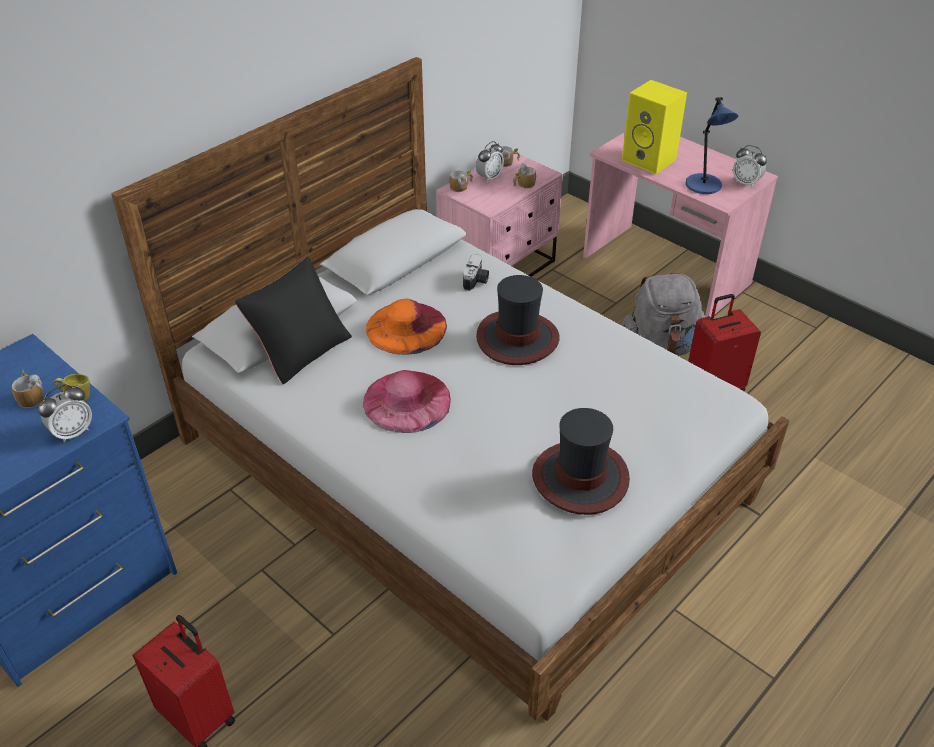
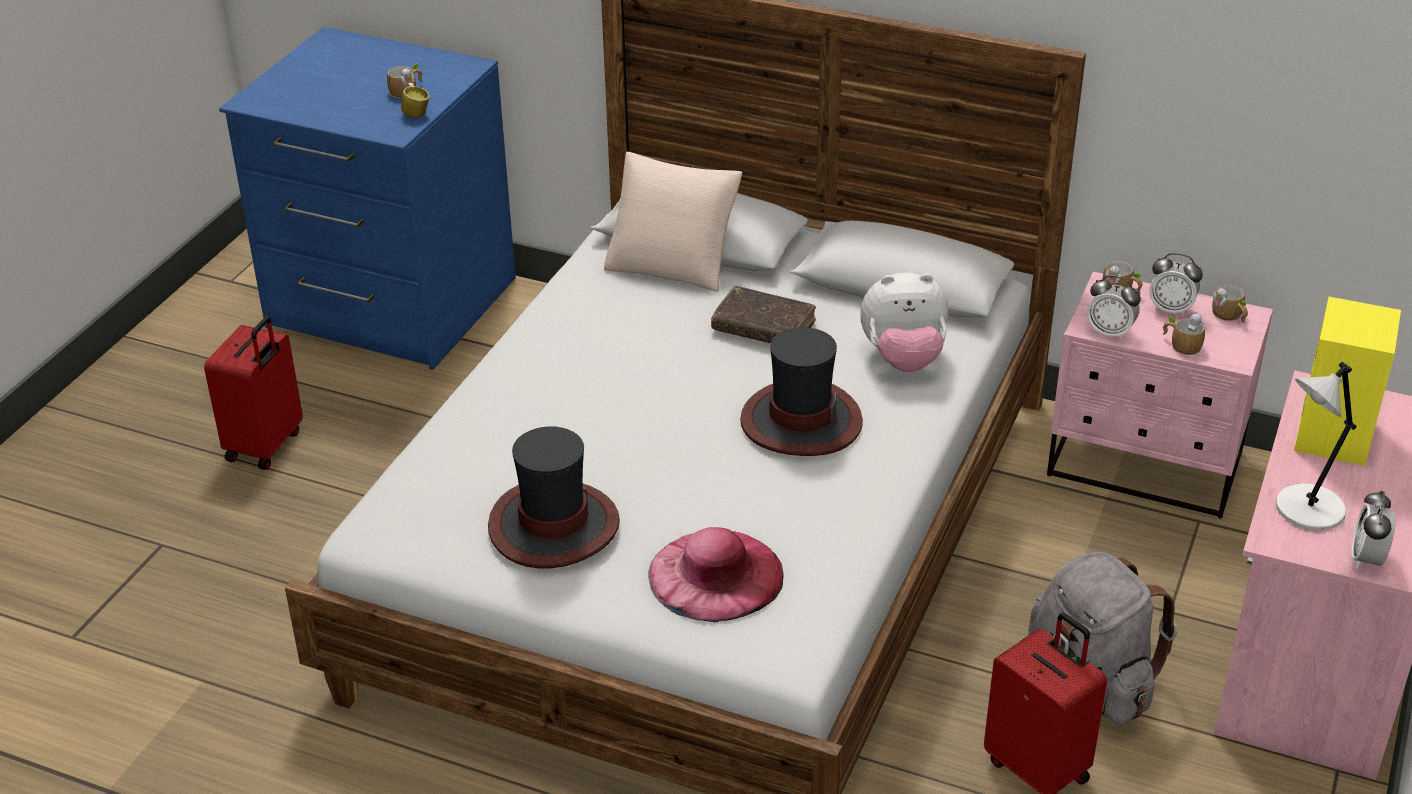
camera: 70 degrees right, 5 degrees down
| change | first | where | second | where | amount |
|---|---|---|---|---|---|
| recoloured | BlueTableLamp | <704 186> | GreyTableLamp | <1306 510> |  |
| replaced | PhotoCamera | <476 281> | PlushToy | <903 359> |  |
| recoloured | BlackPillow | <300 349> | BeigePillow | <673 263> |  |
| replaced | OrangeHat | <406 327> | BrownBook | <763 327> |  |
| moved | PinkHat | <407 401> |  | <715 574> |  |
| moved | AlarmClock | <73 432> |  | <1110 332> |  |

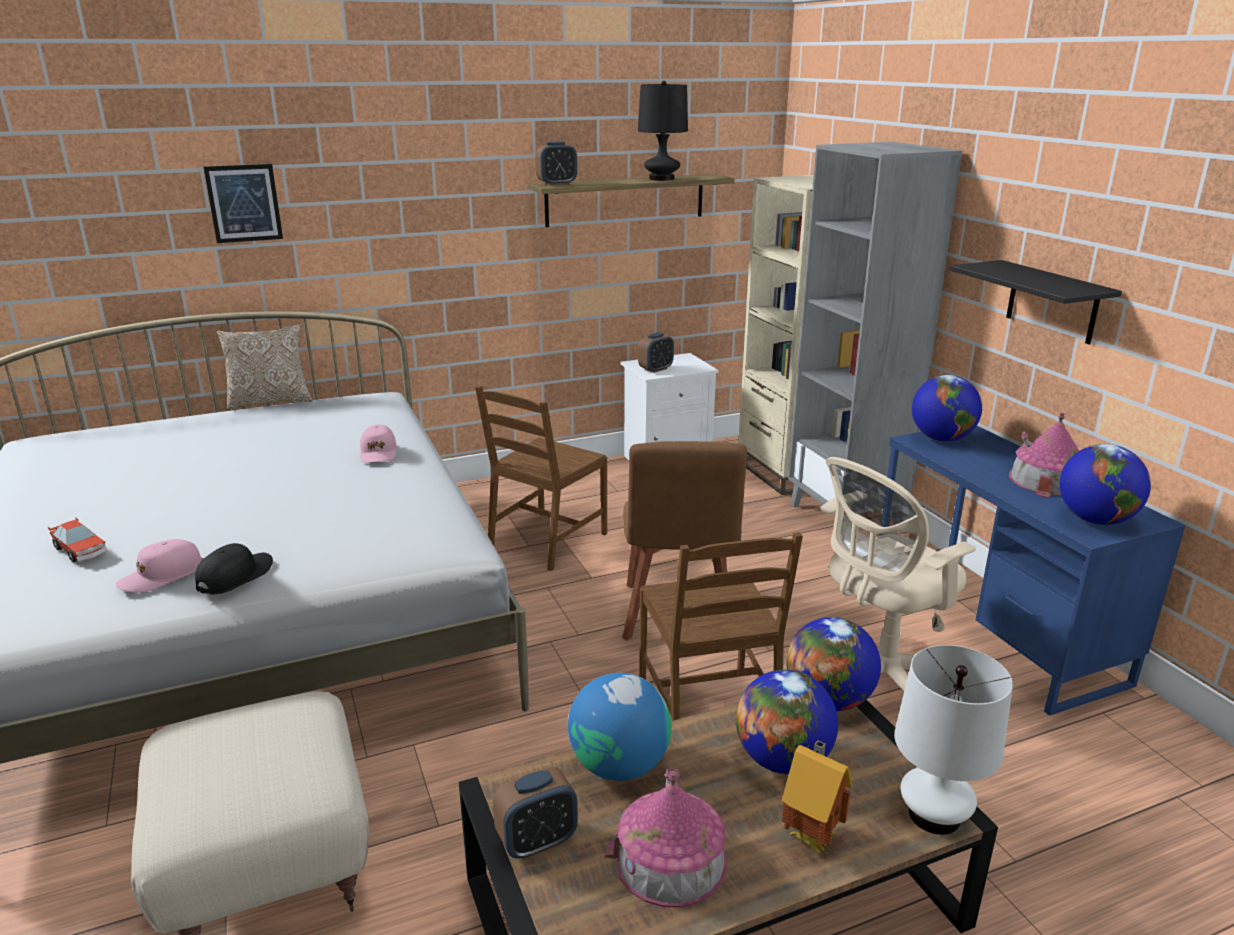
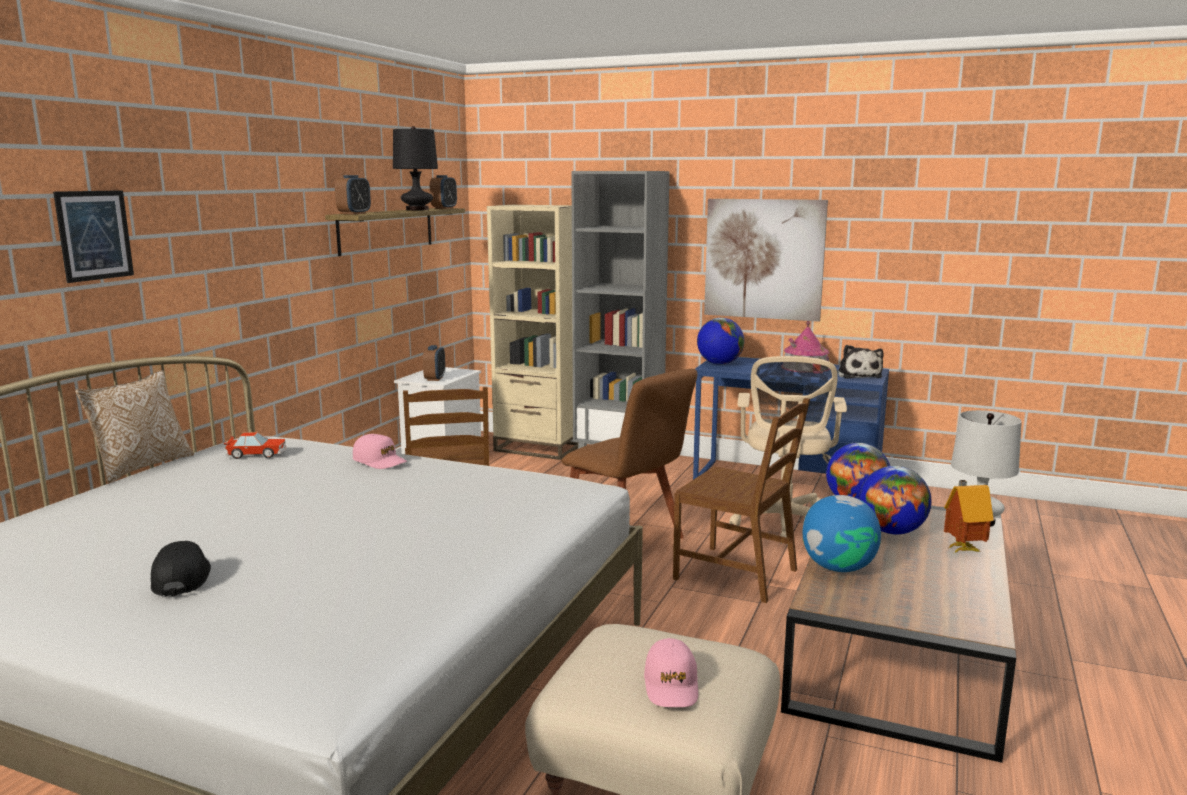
camera: 45 degrees left, 10 degrees down
| change | first | where | second | where | amount |
|---|---|---|---|---|---|
| replaced | BlackShelf | <1052 302> | Picture | <764 259> |  |
| replaced | Globe | <1095 520> | PlushToy | <858 375> |  |
| moved | ToyCar | <81 550> |  | <257 455> |  |
| moved | PinkCap | <161 576> |  | <671 684> |  |
| moved | BlackCap | <235 576> |  | <182 578> |  |
| moved | AlarmClock | <537 842> |  | <444 208> |  |
| removed | ToyHouse | <670 859> |  |  |  |

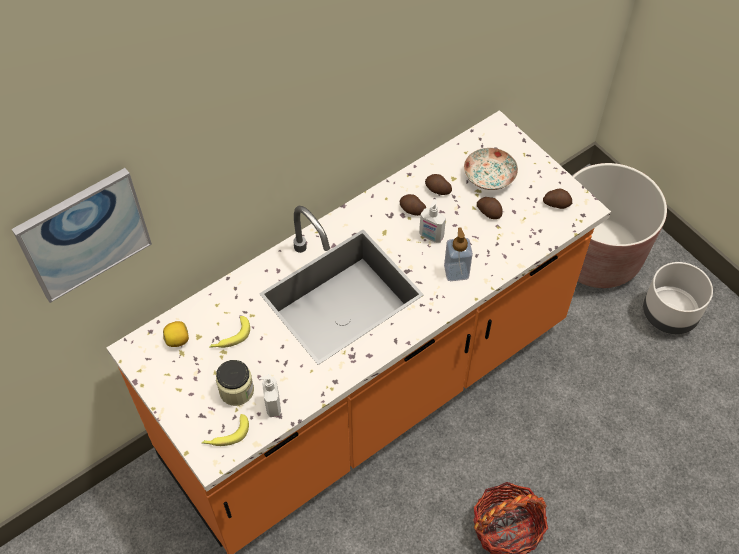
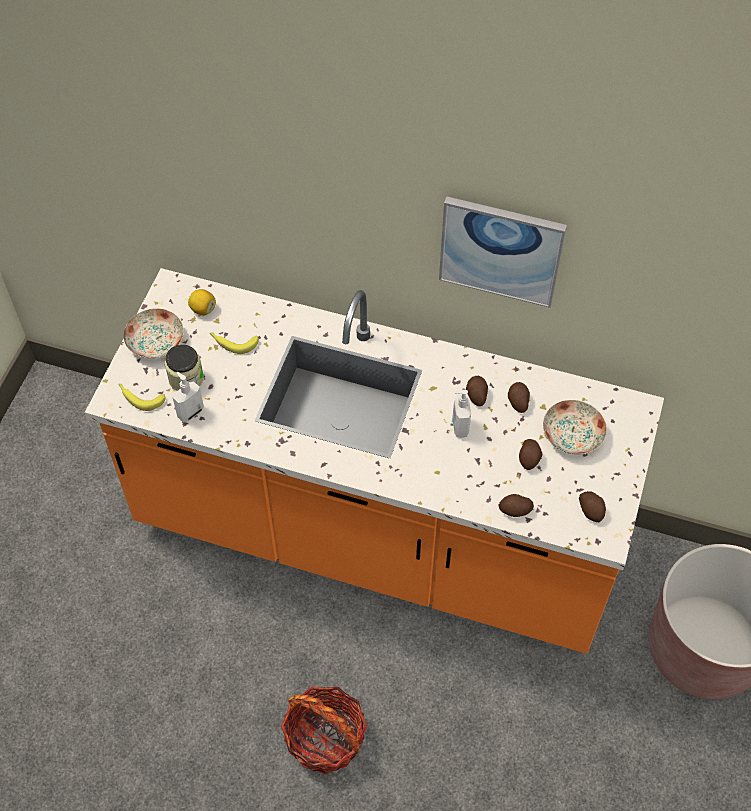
camera: 55 degrees right, 0 degrees up
| change | first | where | second | where | amount |
|---|---|---|---|---|---|
| moved | Picture | <84 234> |  | <501 250> |  |
| removed | SoapDispenser | <456 271> |  |  |  |
| removed | GreyPlanter | <670 314> |  |  |  |
| added |  |  | Plate | <155 341> |  |
| added |  |  | Potato | <515 510> |  |

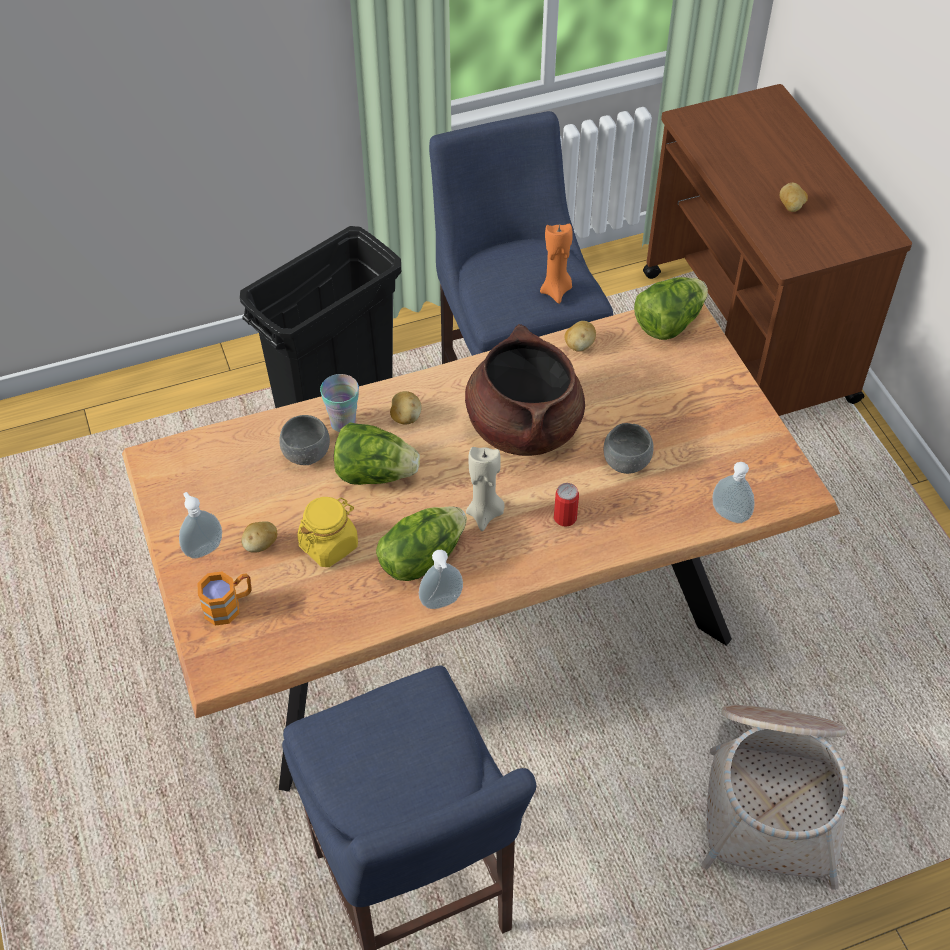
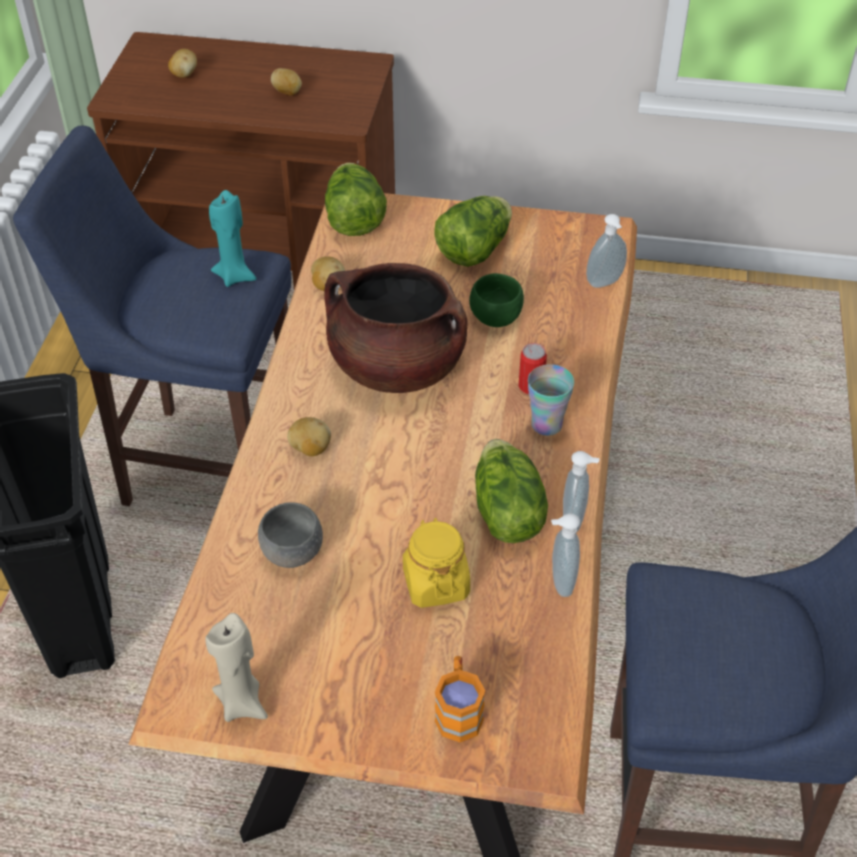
camera: 60 degrees left, 5 degrees down
| change | first | where | second | where | amount |
|---|---|---|---|---|---|
| recoloured | OrangeCandle | <556 291> | TurquoiseCandle | <235 276> |  |
| moved | Cup | <343 423> |  | <546 425> |  |
| moved | Lettuce | <375 473> |  | <474 250> |  |
| recoloured | GreyBowl | <626 461> | GreenBowl | <495 317> |  |
| moved | BeigeCandle | <485 514> |  | <242 703> |  |
| moved | SoapDispenser | <203 548> |  | <560 582> |  |
| moved | Potato | <260 545> |  | <184 74> |  |
| removed | Basket | <773 795> |  |  |  |

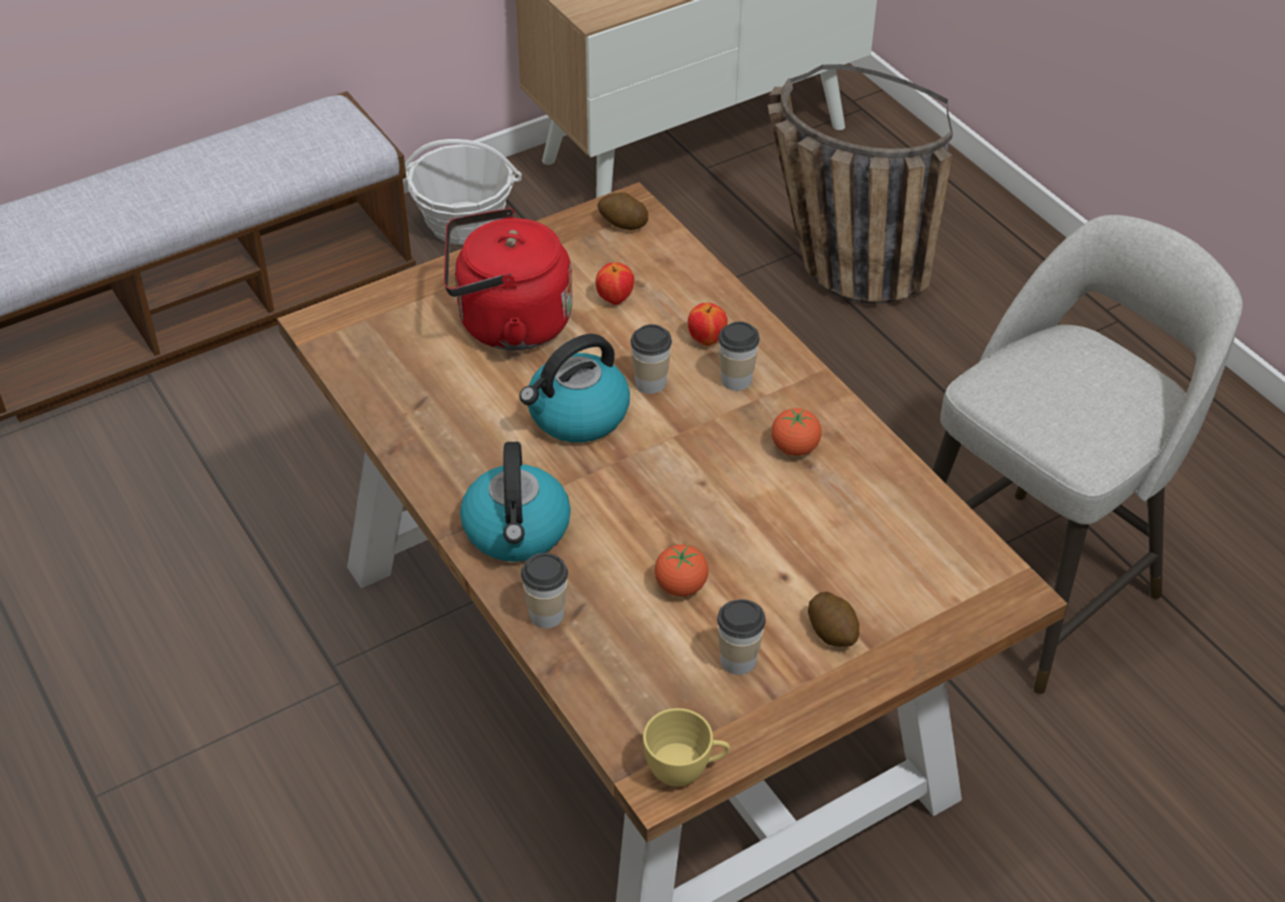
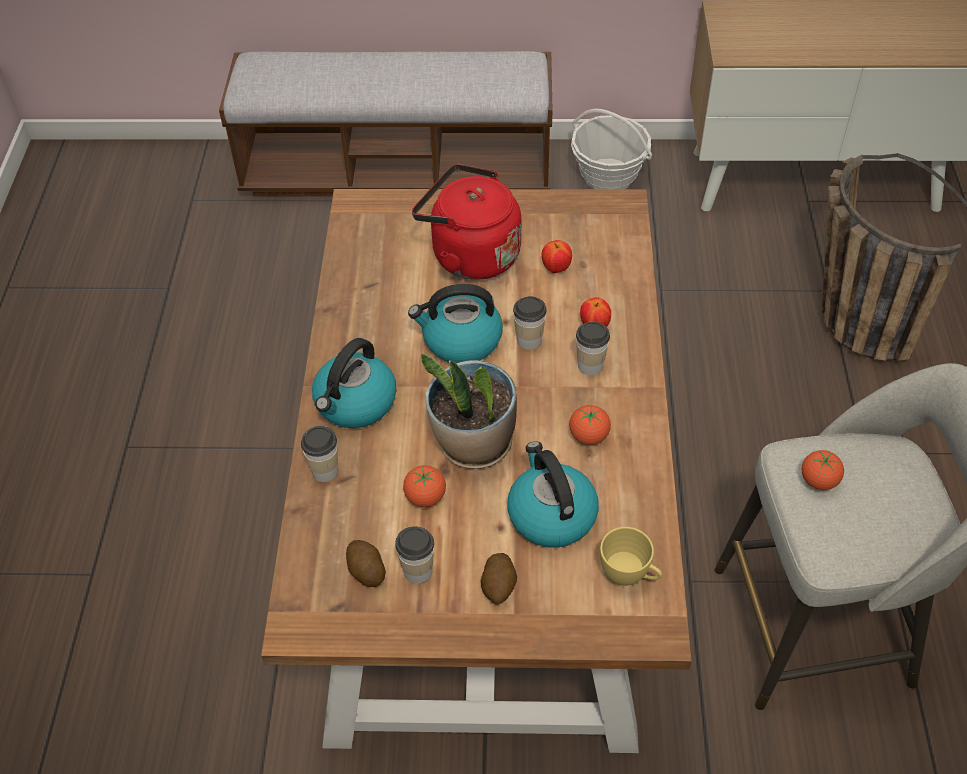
camera: 35 degrees right, 5 degrees up
| change | first | where | second | where | amount |
|---|---|---|---|---|---|
| moved | Potato | <622 223> |  | <366 571> |  |
| moved | YellowCup | <685 770> |  | <629 575> |  |
| added |  |  | PottedPlant | <474 444> |  |
| added |  |  | Kettle | <550 514> |  |
| added |  |  | Tomato | <818 481> |  |

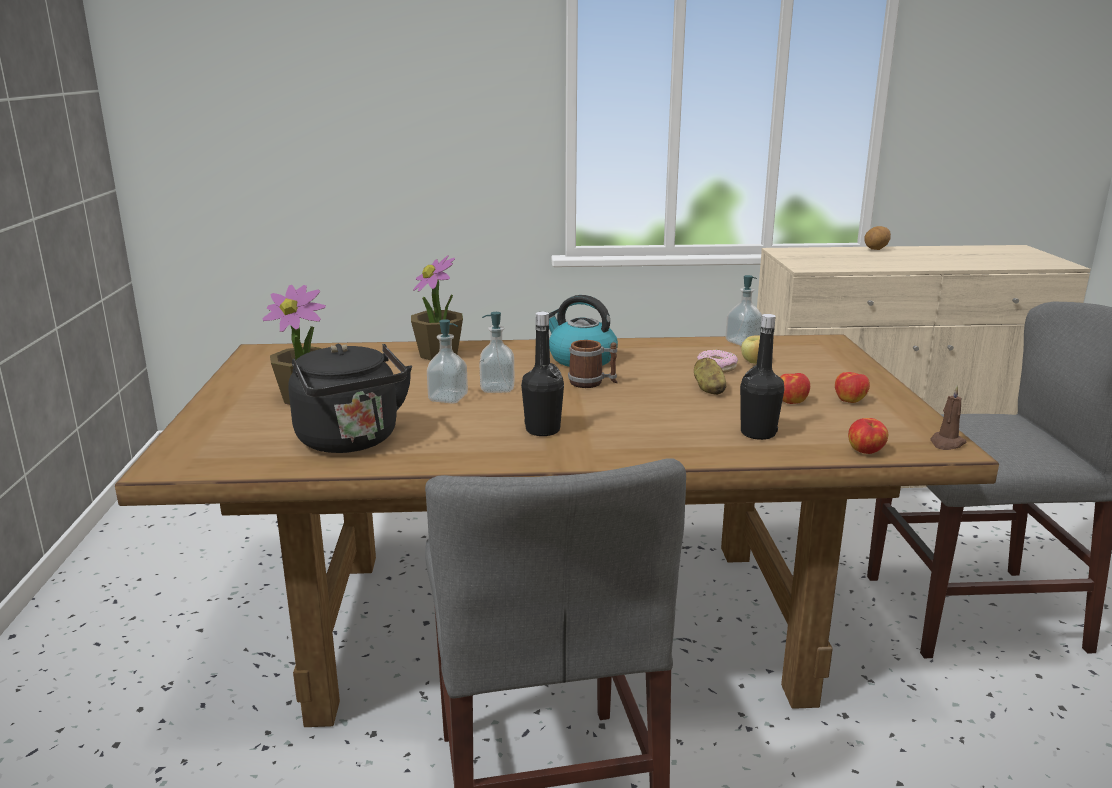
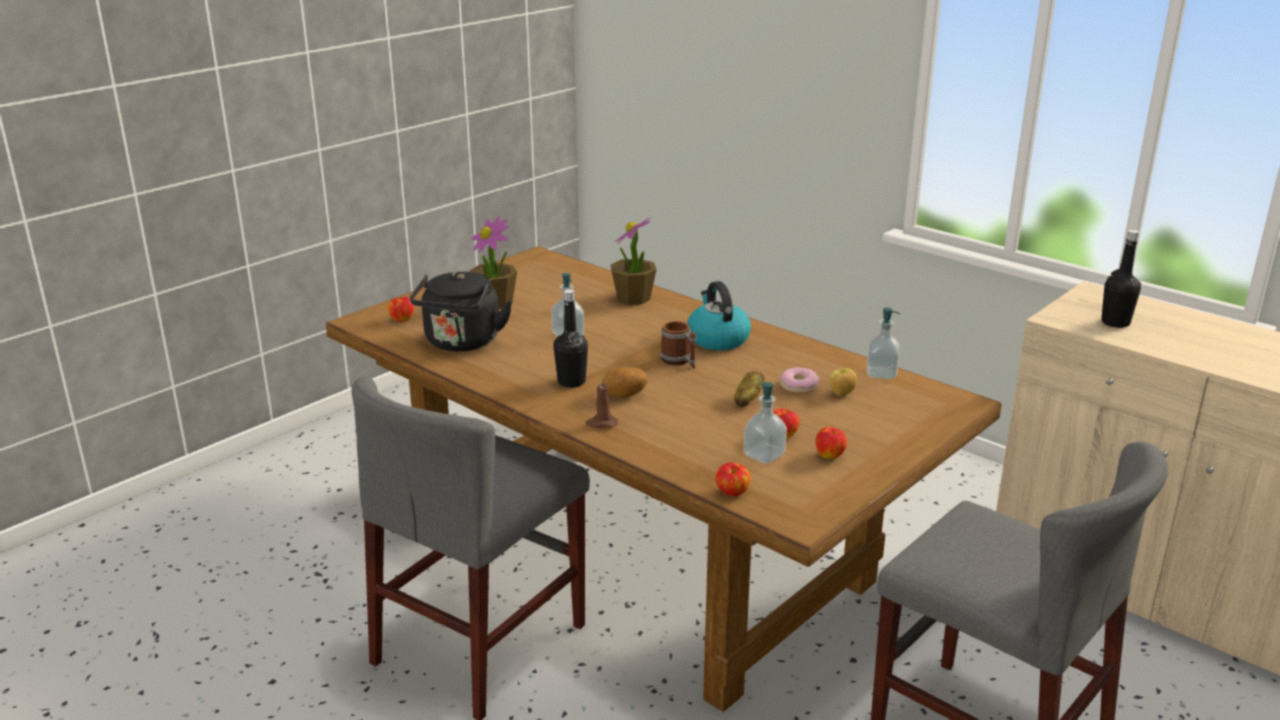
camera: 45 degrees right, 5 degrees up
| change | first | where | second | where | amount |
|---|---|---|---|---|---|
| moved | Potato | <876 249> |  | <625 396> |  |
| moved | SoapDispenser | <497 388> |  | <764 455> |  |
| moved | BlackBottle | <758 433> |  | <1115 322> |  |
| moved | BrownCandle | <946 443> |  | <601 423> |  |
| added |  |  | Apple | <402 319> |  |

